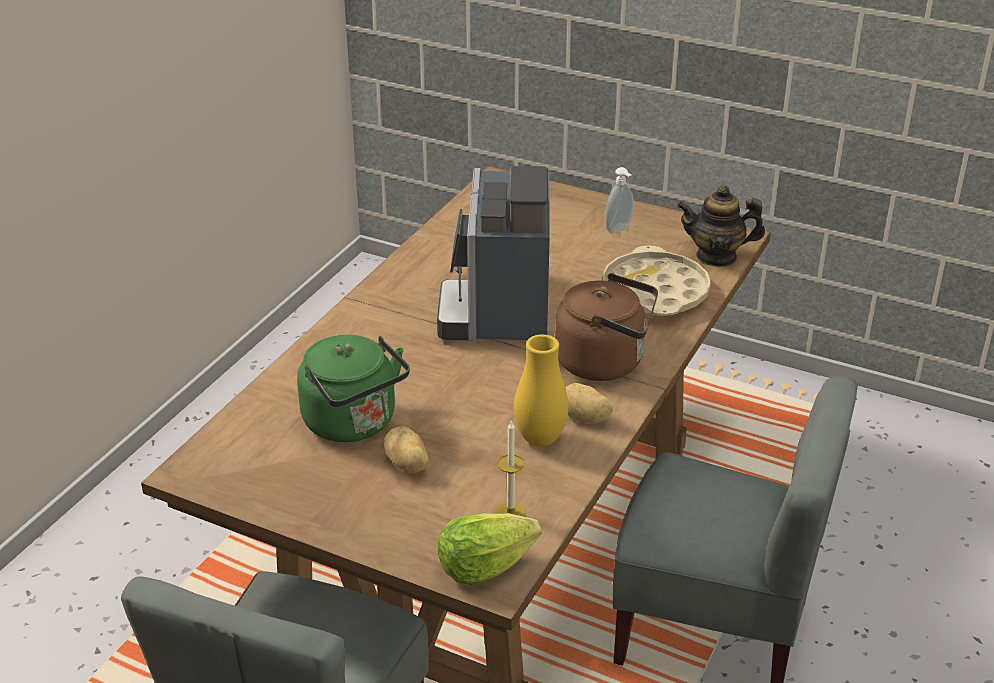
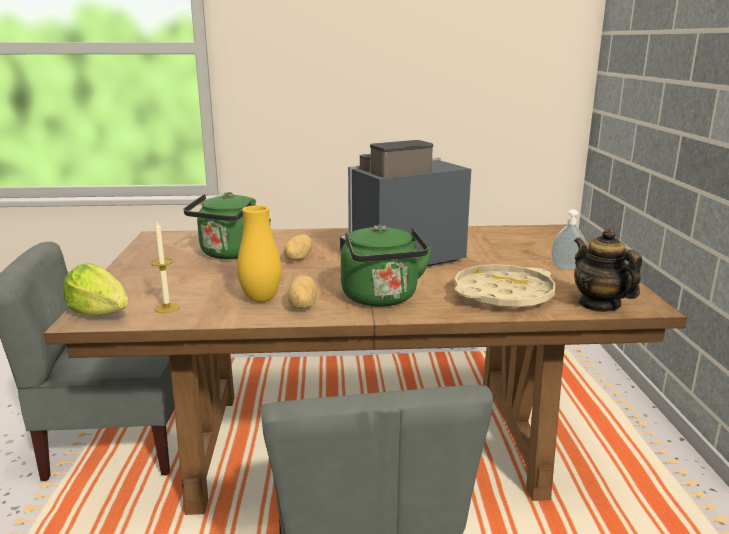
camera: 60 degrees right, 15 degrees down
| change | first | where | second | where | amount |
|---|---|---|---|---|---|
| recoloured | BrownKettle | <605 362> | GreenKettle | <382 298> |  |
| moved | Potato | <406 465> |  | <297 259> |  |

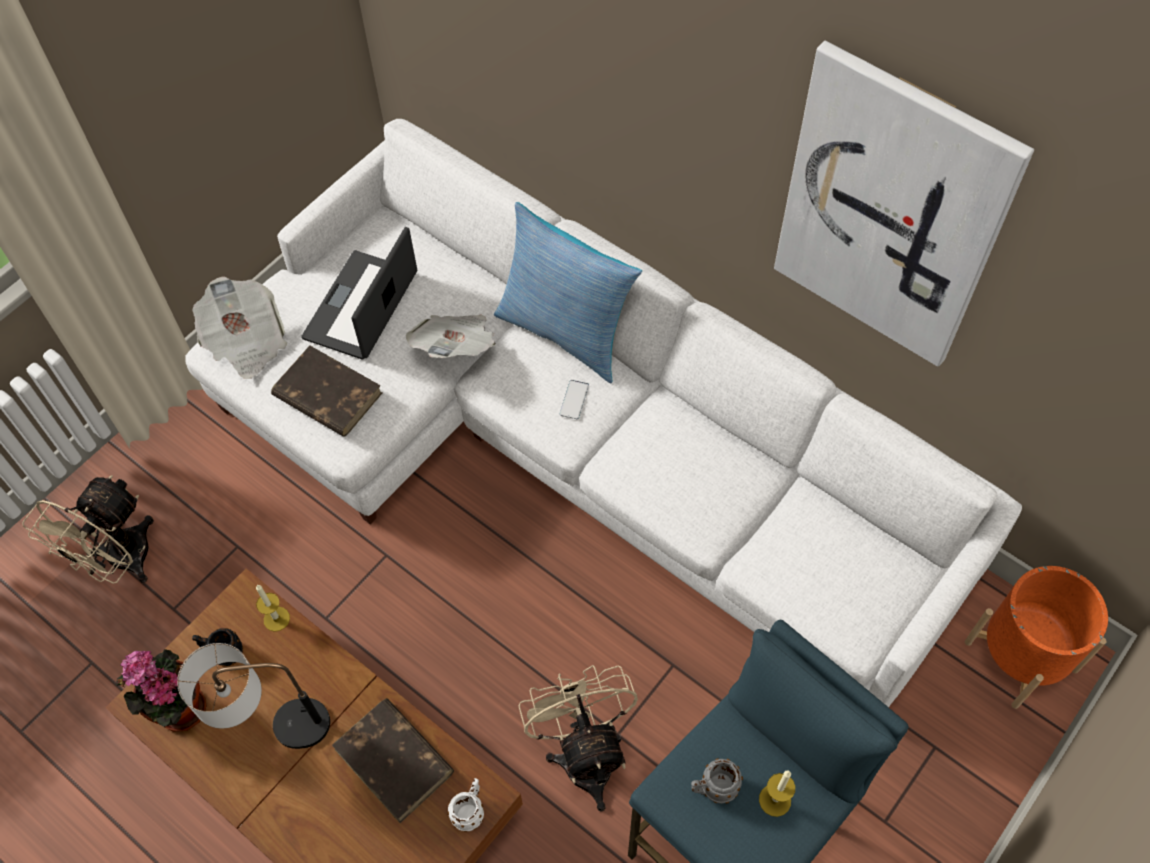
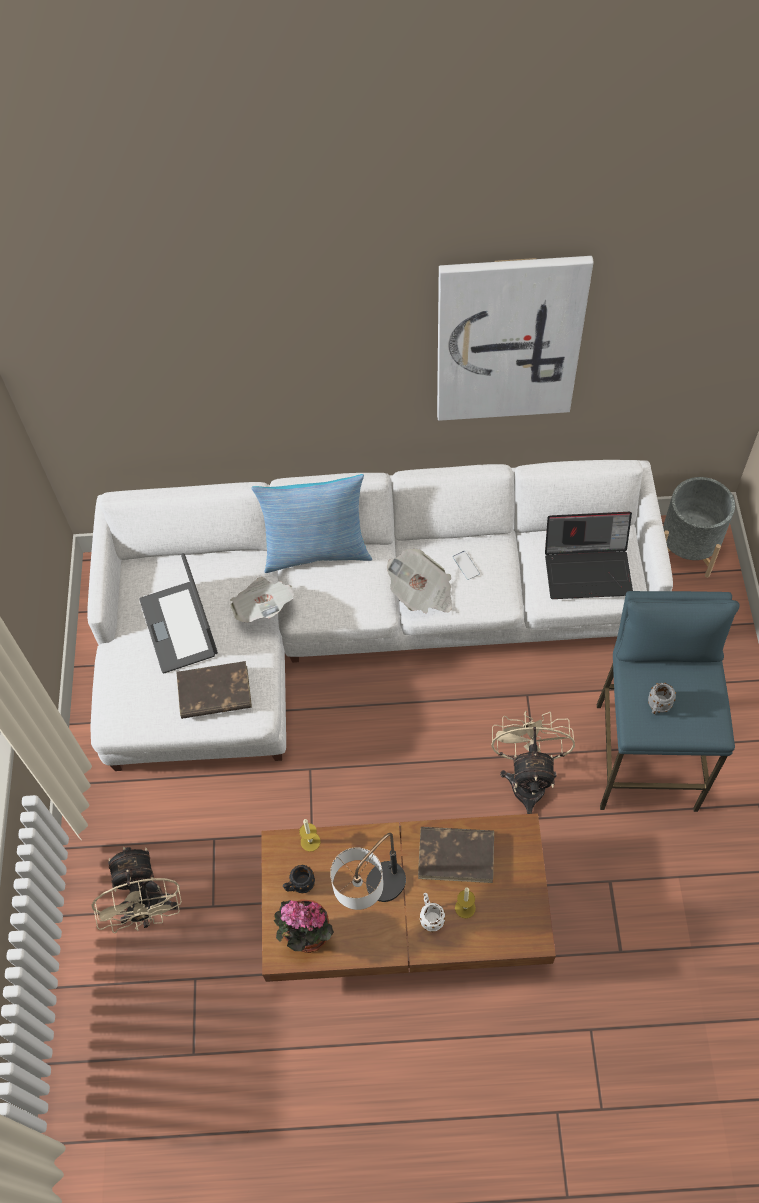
camera: 40 degrees left, 0 degrees up
| change | first | where | second | where | amount |
|---|---|---|---|---|---|
| moved | Newspaper | <246 341> |  | <422 593> |  |
| moved | Phone | <574 400> |  | <466 565> |  |
| recoloured | OrangePlanter | <1021 656> | GreyPlanter | <687 548> |  |
| turned | BeigeFan | <585 754> |  | <528 779> | 60 degrees clockwise |
| moved | Candle | <775 800> |  | <465 908> |  |
| moved | WhiteMug | <470 810> |  | <430 917> |  |
| added |  |  | Laptop | <588 569> |  |

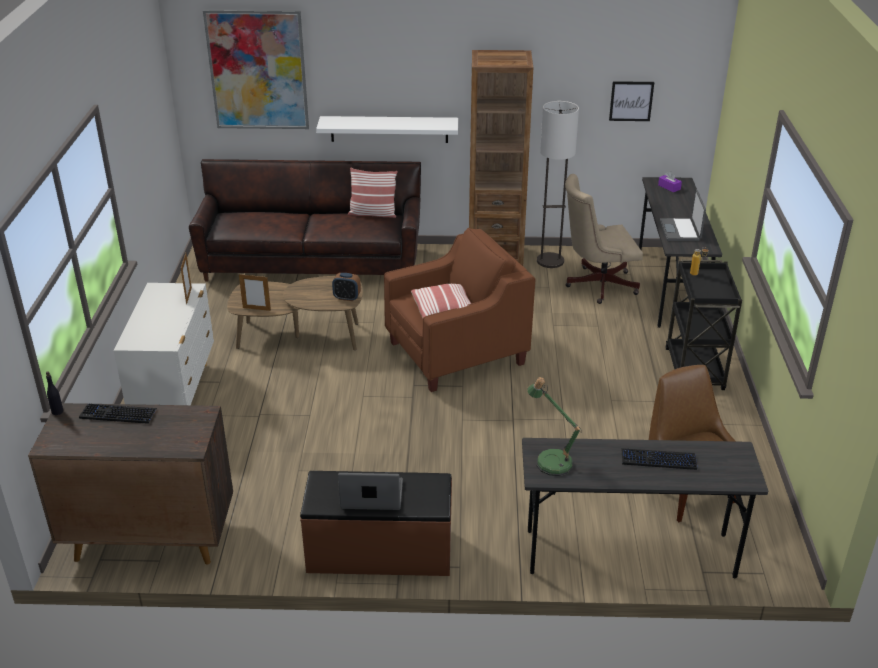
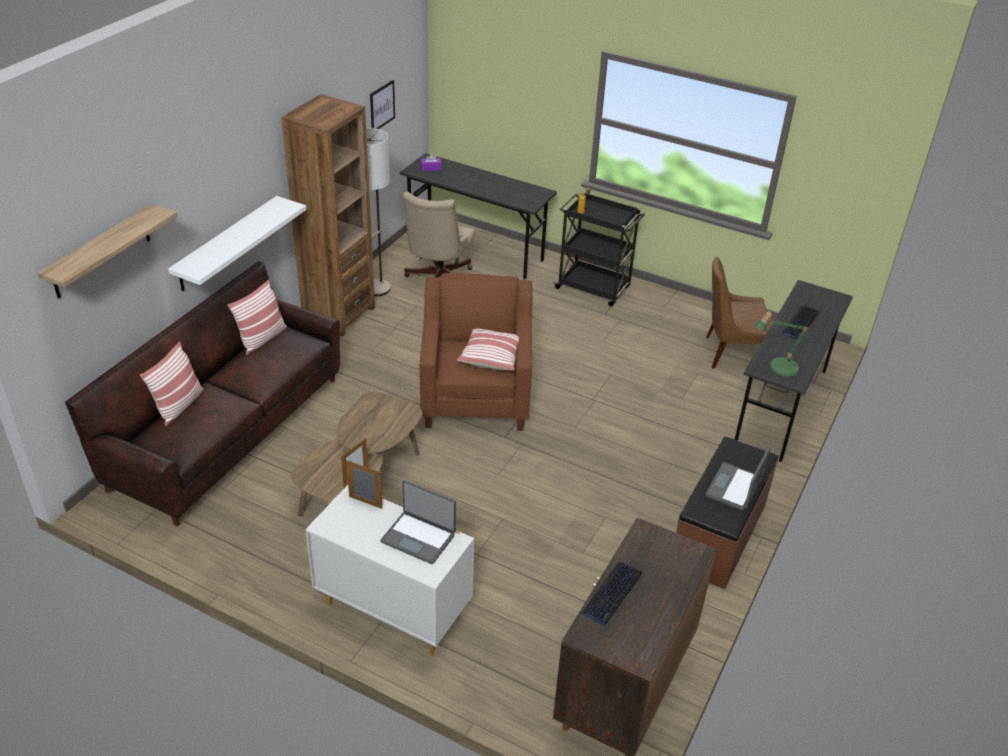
camera: 65 degrees left, 5 degrees up
| change | first | where | second | where | amount |
|---|---|---|---|---|---|
| replaced | Picture | <257 70> | Shelf | <101 252> |  |
| moved | Laptop | <681 230> |  | <419 537> |  |
| removed | AlarmClock | <347 298> |  |  |  |
| removed | BlackBottle | <57 411> |  |  |  |
| added |  |  | Pillow | <179 405> |  |

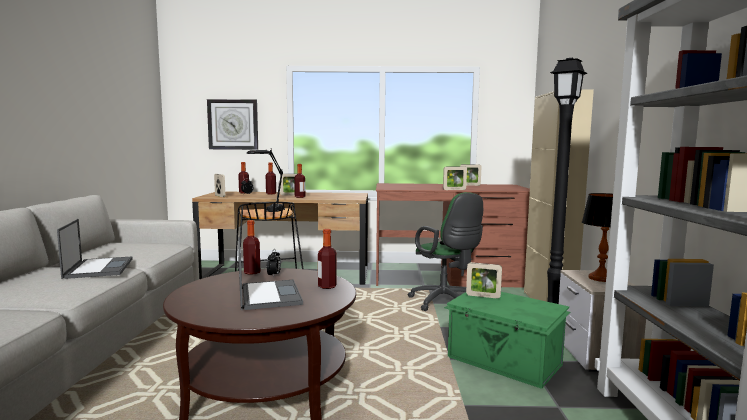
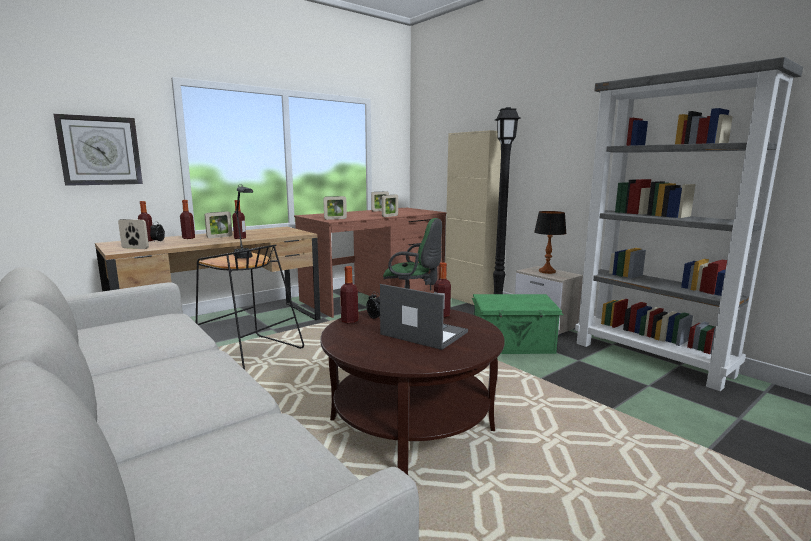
camera: 40 degrees left, 5 degrees up
| change | first | where | second | where | amount |
|---|---|---|---|---|---|
| removed | Laptop | <99 268> |  |  |  |
| moved | PictureFrame | <483 296> |  | <335 219> |  |

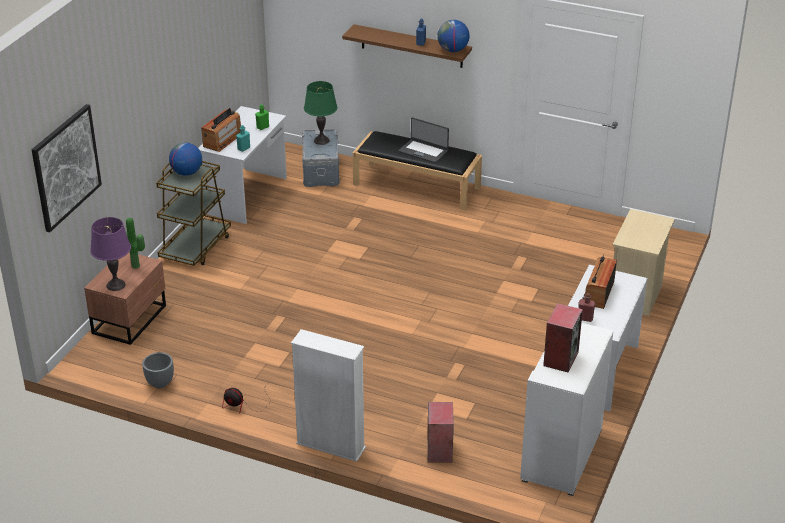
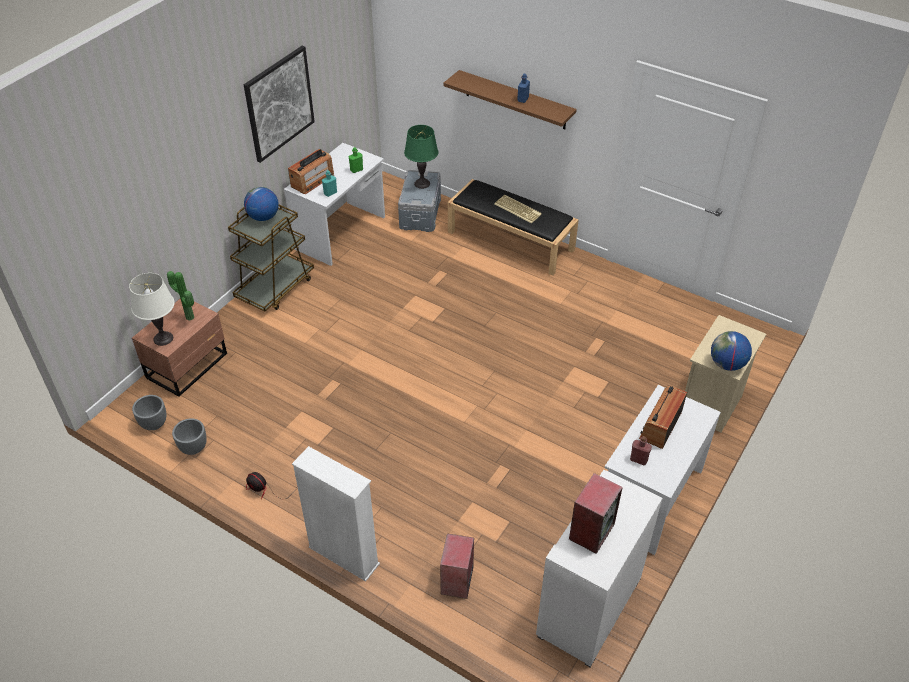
camera: 10 degrees right, 10 degrees up
| change | first | where | second | where | amount |
|---|---|---|---|---|---|
| moved | Globe | <453 50> |  | <727 364> |  |
| moved | Picture | <66 167> |  | <279 103> |  |
| replaced | Laptop | <423 151> | Keyboard | <518 209> |  |
| recoloured | PurpleTableLamp | <116 285> | WhiteTableLamp | <163 338> |  |
| added |  |  | GreyPlanter | <154 424> |  |

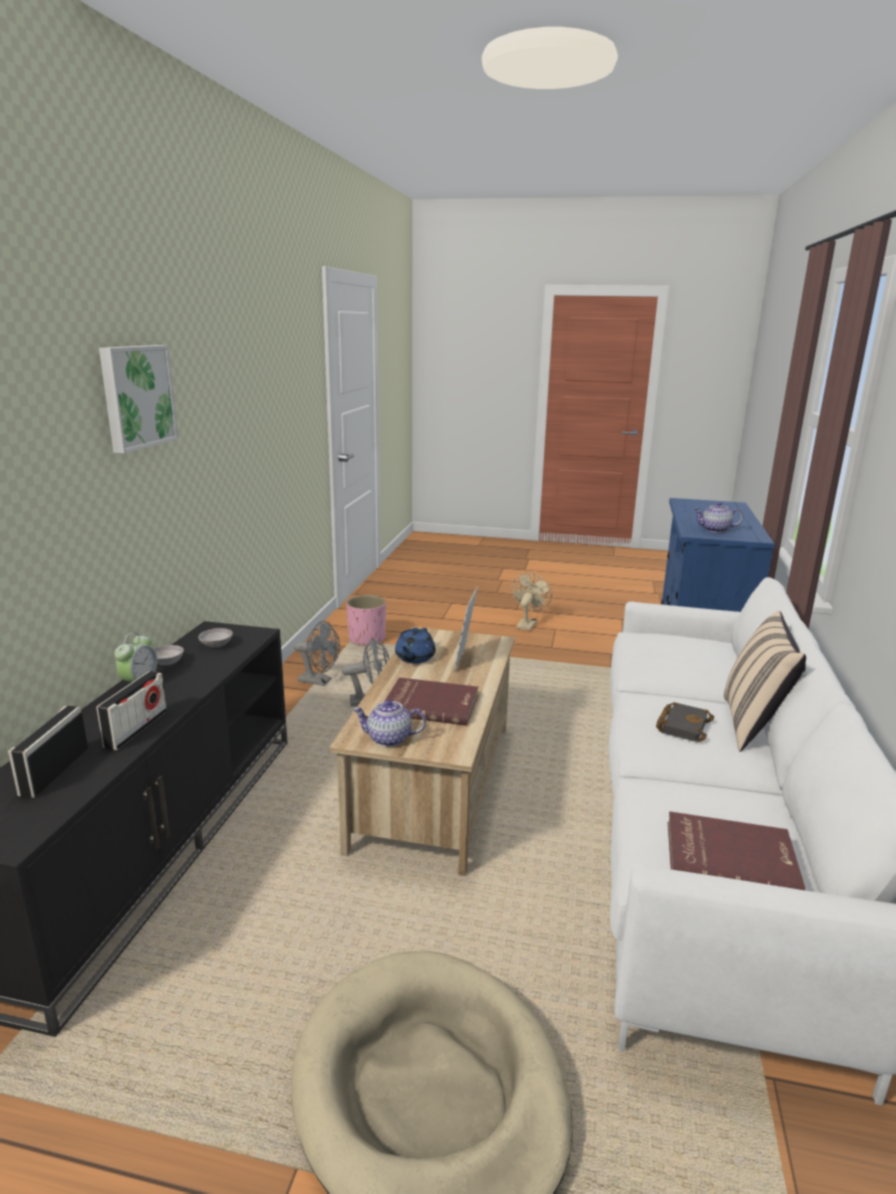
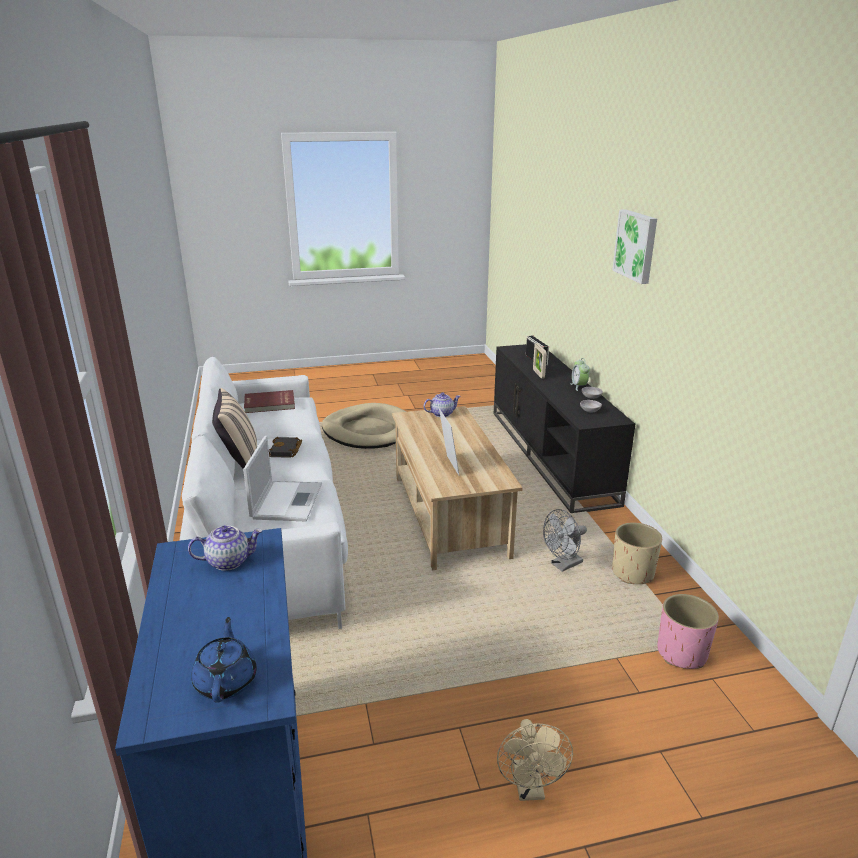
camera: 155 degrees right, 5 degrees up
| change | first | where | second | where | amount |
|---|---|---|---|---|---|
| replaced | GreyFan | <320 681> | BeigePlanter | <633 573> |  |
| moved | BlueTeapot | <414 658> |  | <226 681> |  |
| replaced | Radio | <136 729> | PictureFrame | <538 374> |  |
| removed | RedBook | <431 704> |  |  |  |
| added |  |  | Laptop | <287 500> |  |

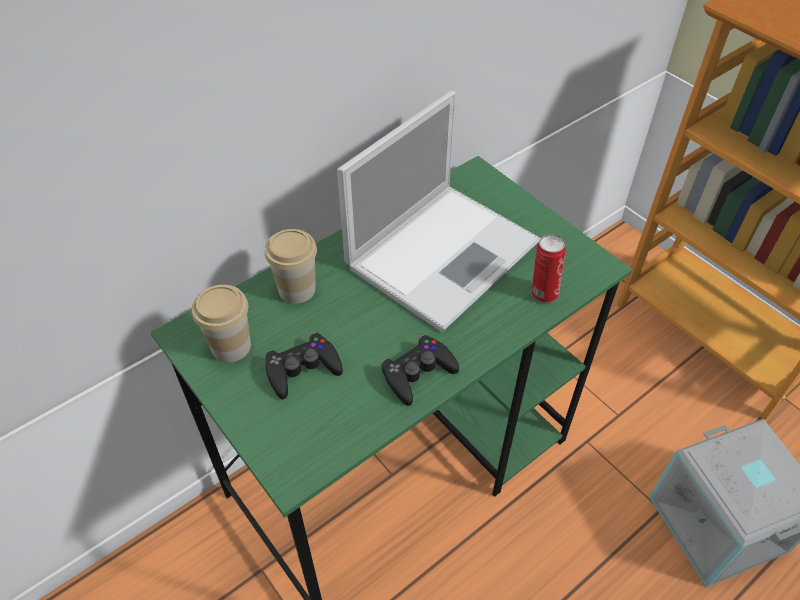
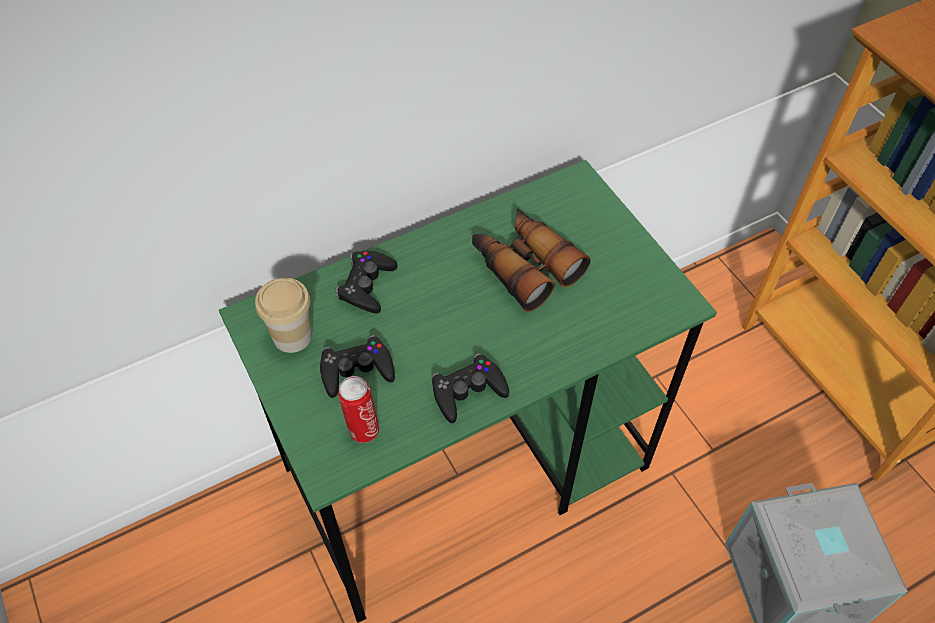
camera: 10 degrees right, 5 degrees up
| change | first | where | second | where | amount |
|---|---|---|---|---|---|
| replaced | Laptop | <445 252> | Binoculars | <524 266> |  |
| replaced | Cup | <297 289> | BlackGameController | <367 285> |  |
| moved | Can | <543 293> |  | <362 429> |  |

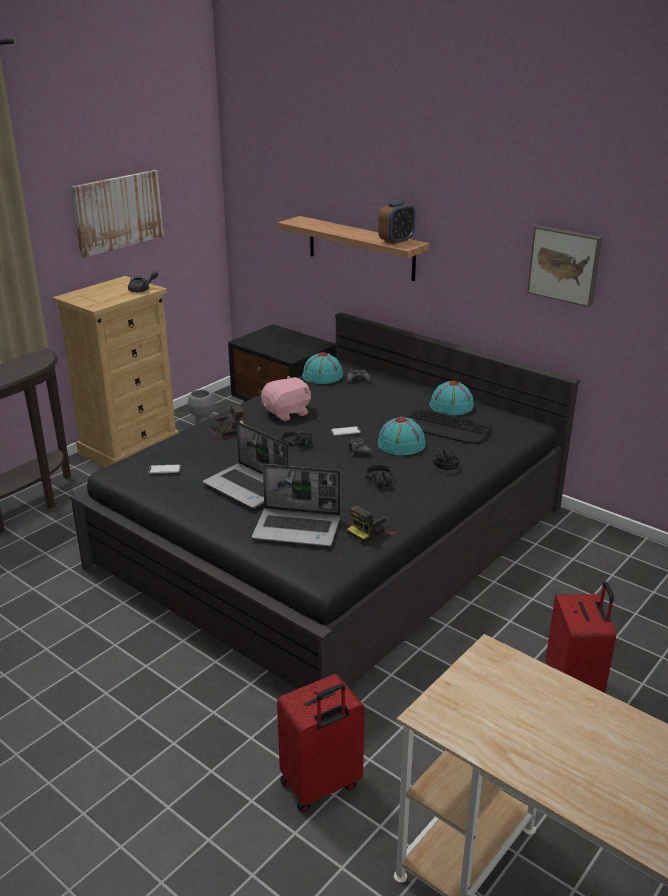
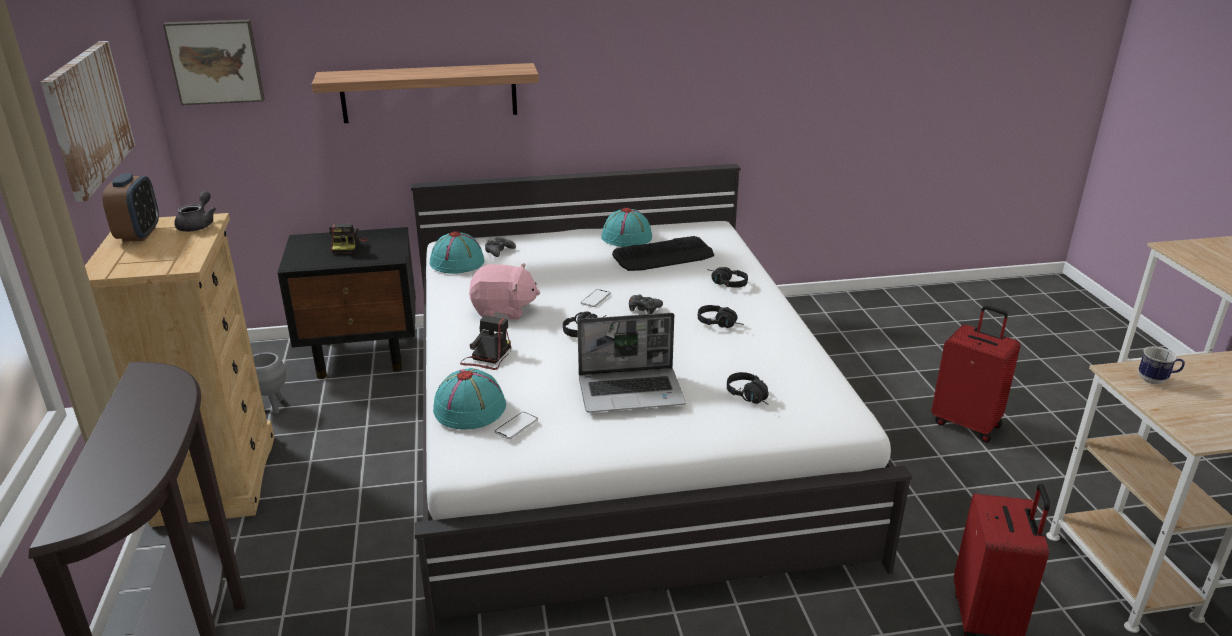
camera: 50 degrees left, 0 degrees up
| change | first | where | second | where | amount |
|---|---|---|---|---|---|
| moved | AlarmClock | <396 241> |  | <139 234> |  |
| moved | Picture | <565 265> |  | <216 61> |  |
| recoloured | BlackBed | <335 536> | WhiteBed | <616 426> |  |
| turned | PinkPlushToy | <287 413> |  | <503 310> | 90 degrees clockwise |
| moved | TurquoiseHat | <401 444> |  | <470 408> |  |
| replaced | Laptop | <298 528> | BlackHeadphones | <751 397> |  |
| moved | PhotoCamera | <370 531> |  | <348 246> |  |
| added |  |  | Mug | <1156 380> |  |

